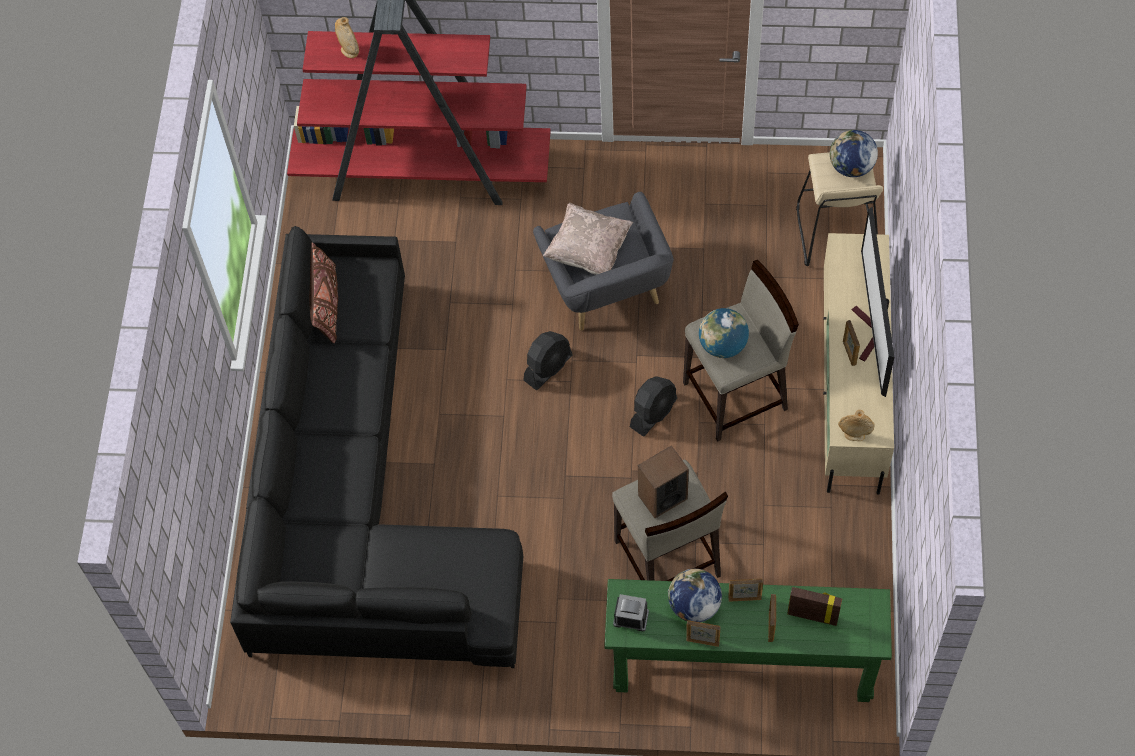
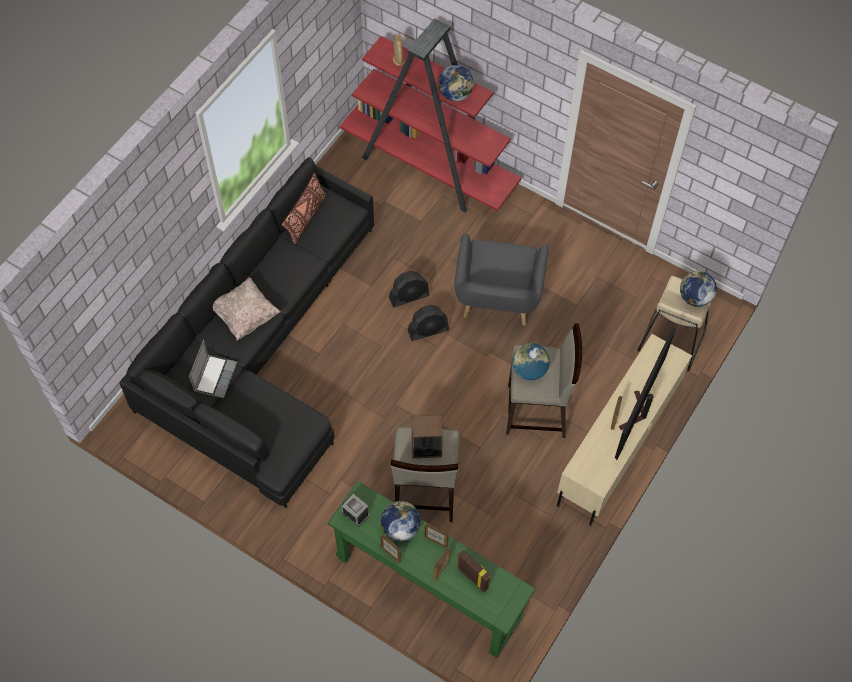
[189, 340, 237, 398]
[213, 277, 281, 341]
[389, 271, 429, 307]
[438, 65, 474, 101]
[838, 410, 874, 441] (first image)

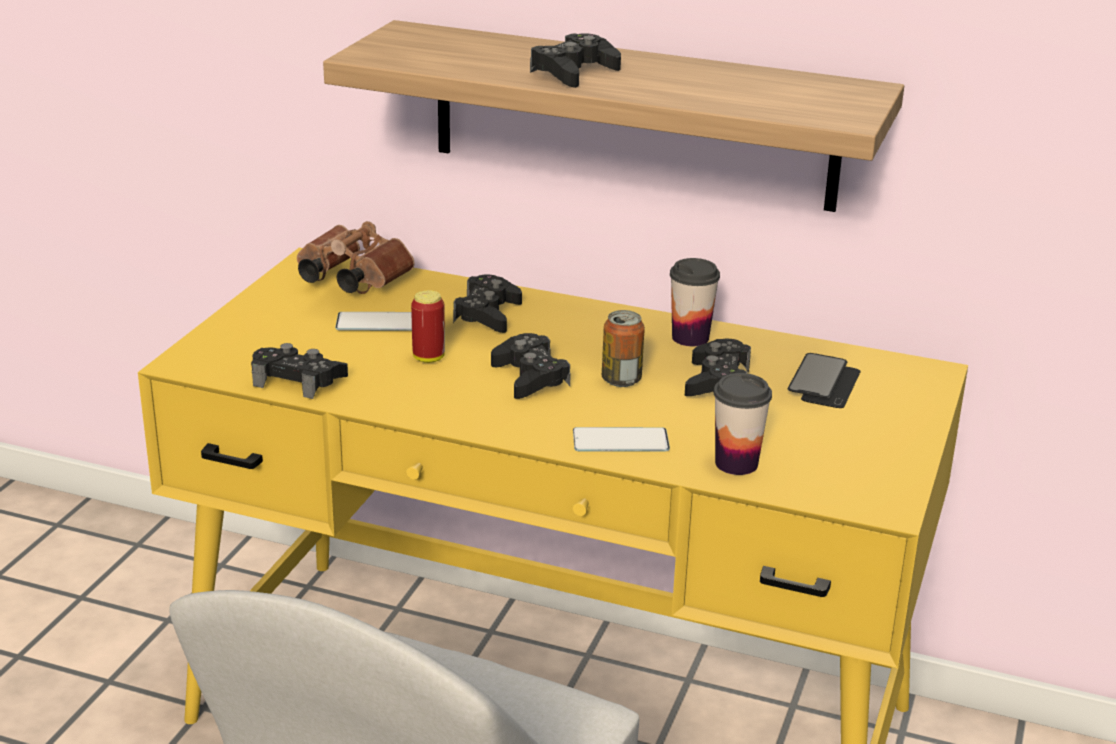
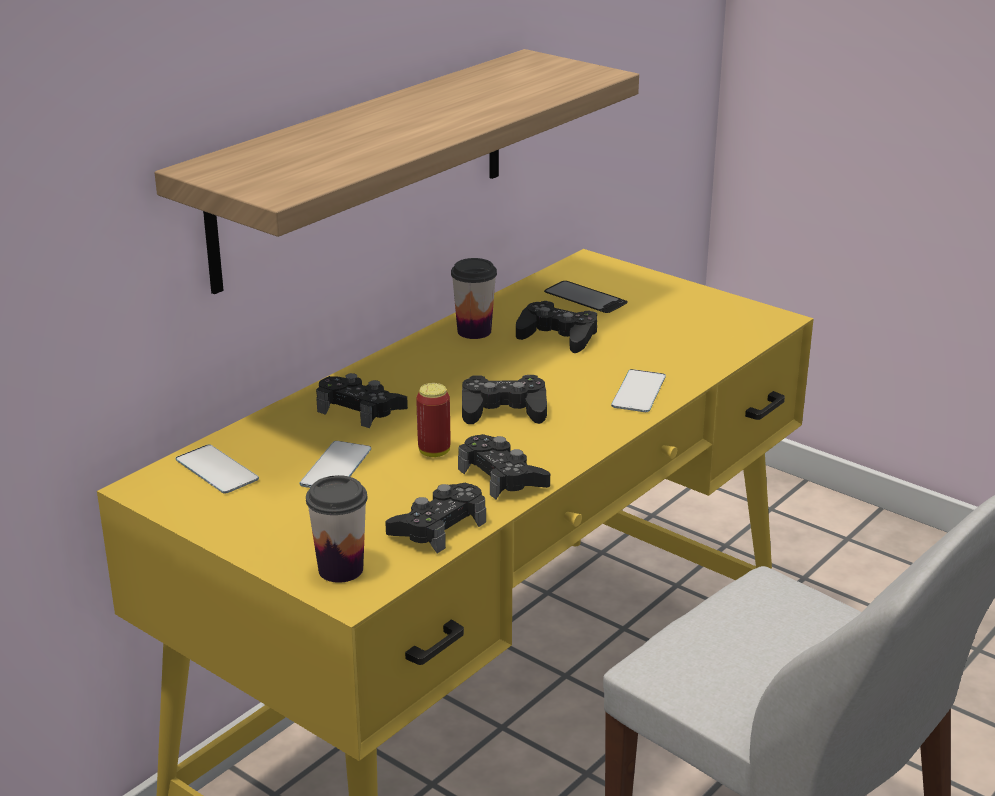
[176, 445, 259, 494]
[306, 475, 367, 583]
[458, 434, 550, 499]
[602, 310, 645, 387] (first image)

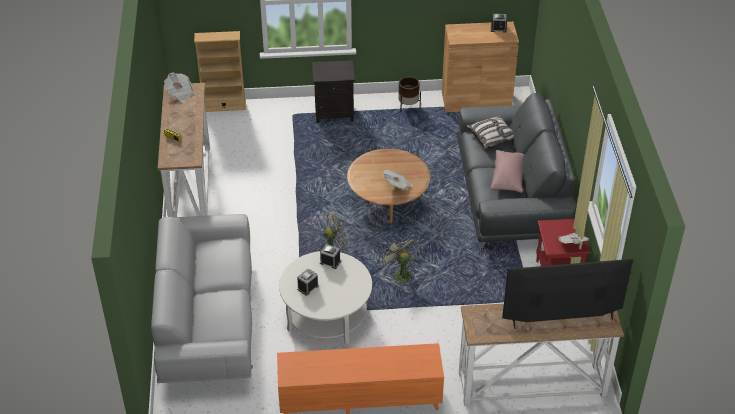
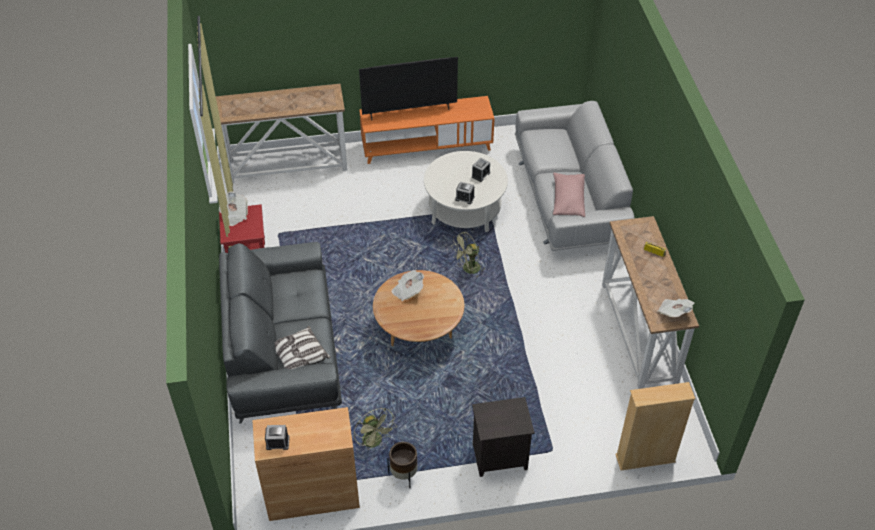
[354, 408, 397, 450]
[359, 57, 458, 120]
[553, 173, 585, 217]

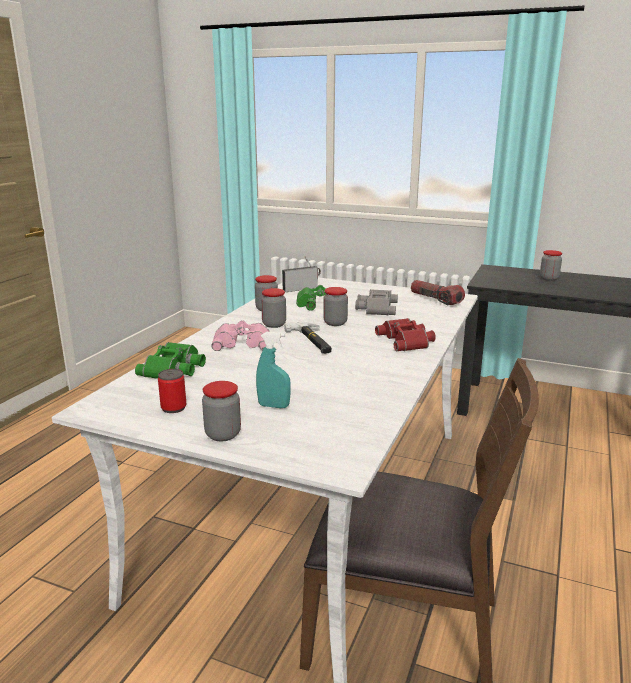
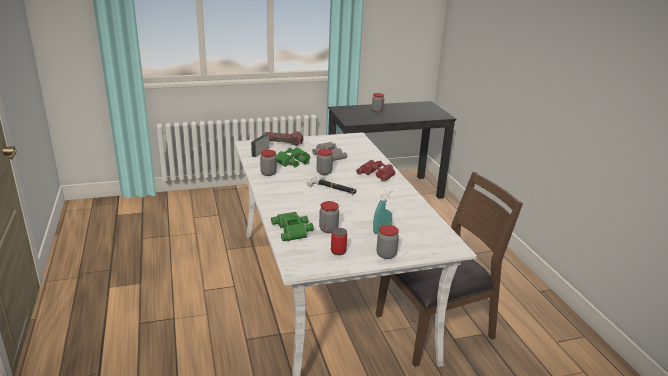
[265, 131, 303, 146]
[319, 201, 339, 233]
[212, 320, 270, 351] (first image)

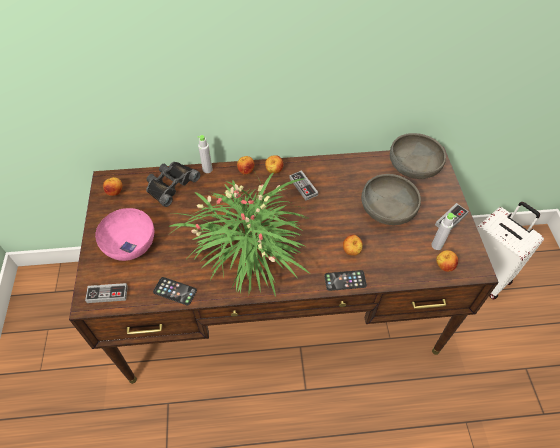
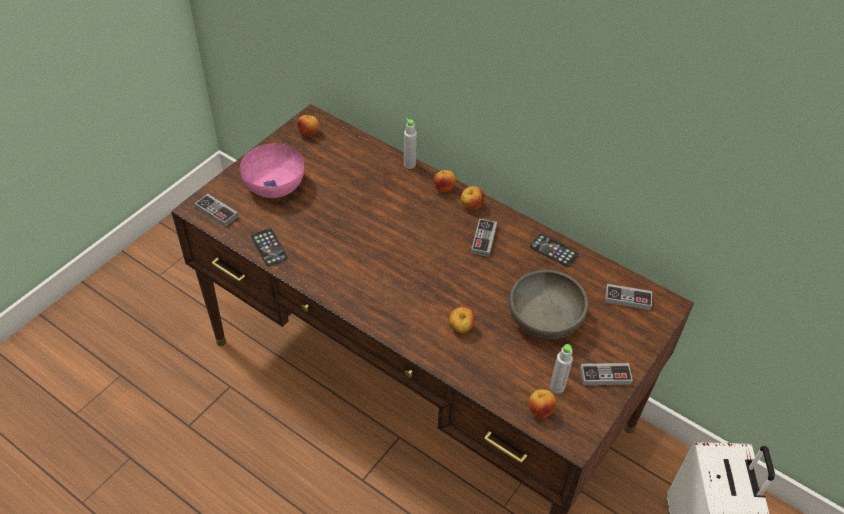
[530, 234, 579, 267]
[605, 284, 652, 310]
[146, 162, 200, 207] (first image)
[168, 170, 310, 297] (first image)

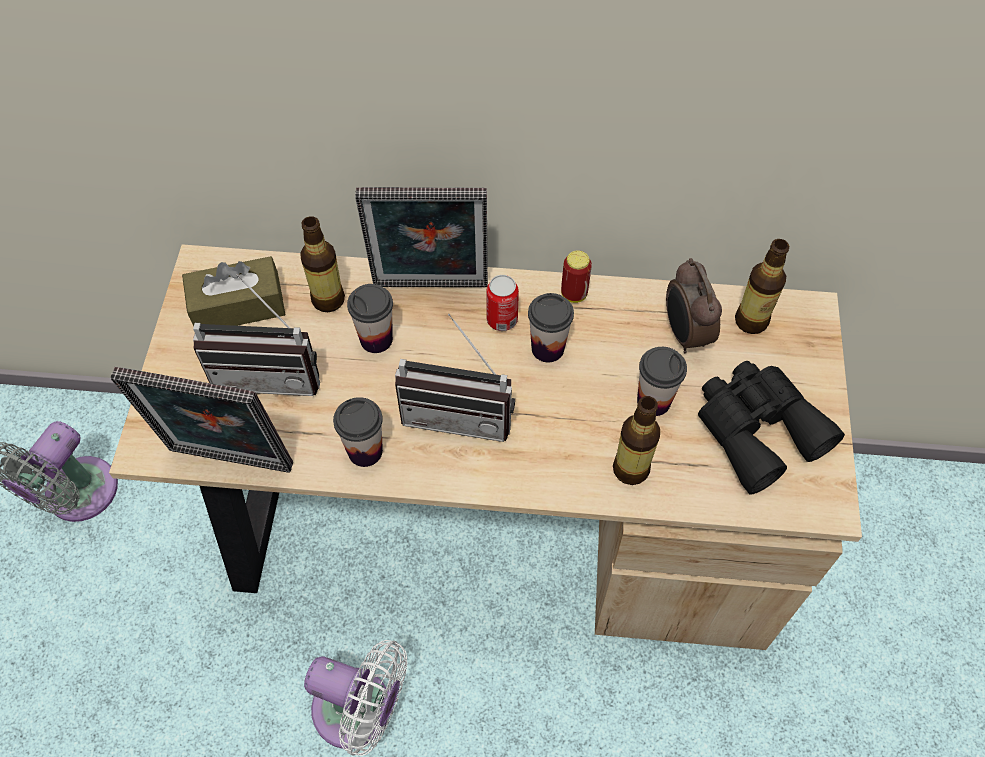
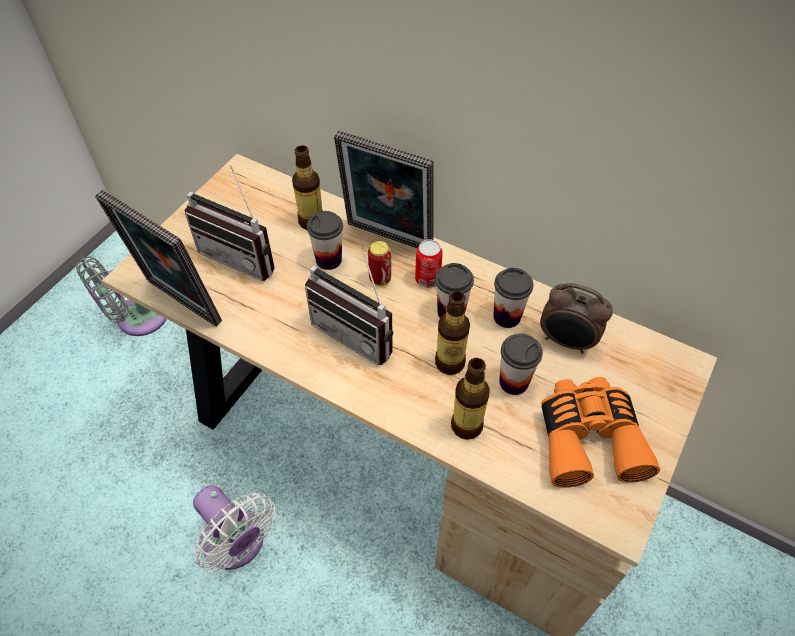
[368, 241, 391, 286]
[435, 291, 470, 375]
[493, 268, 533, 328]
[540, 283, 613, 354]
[541, 377, 660, 488]
[182, 256, 286, 326] (first image)

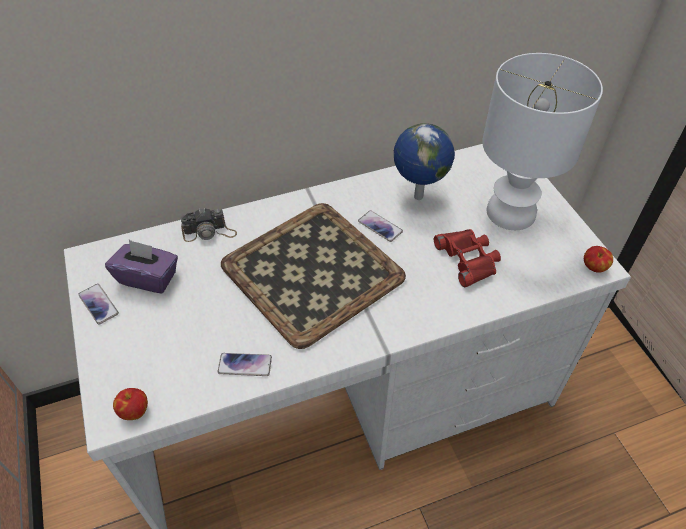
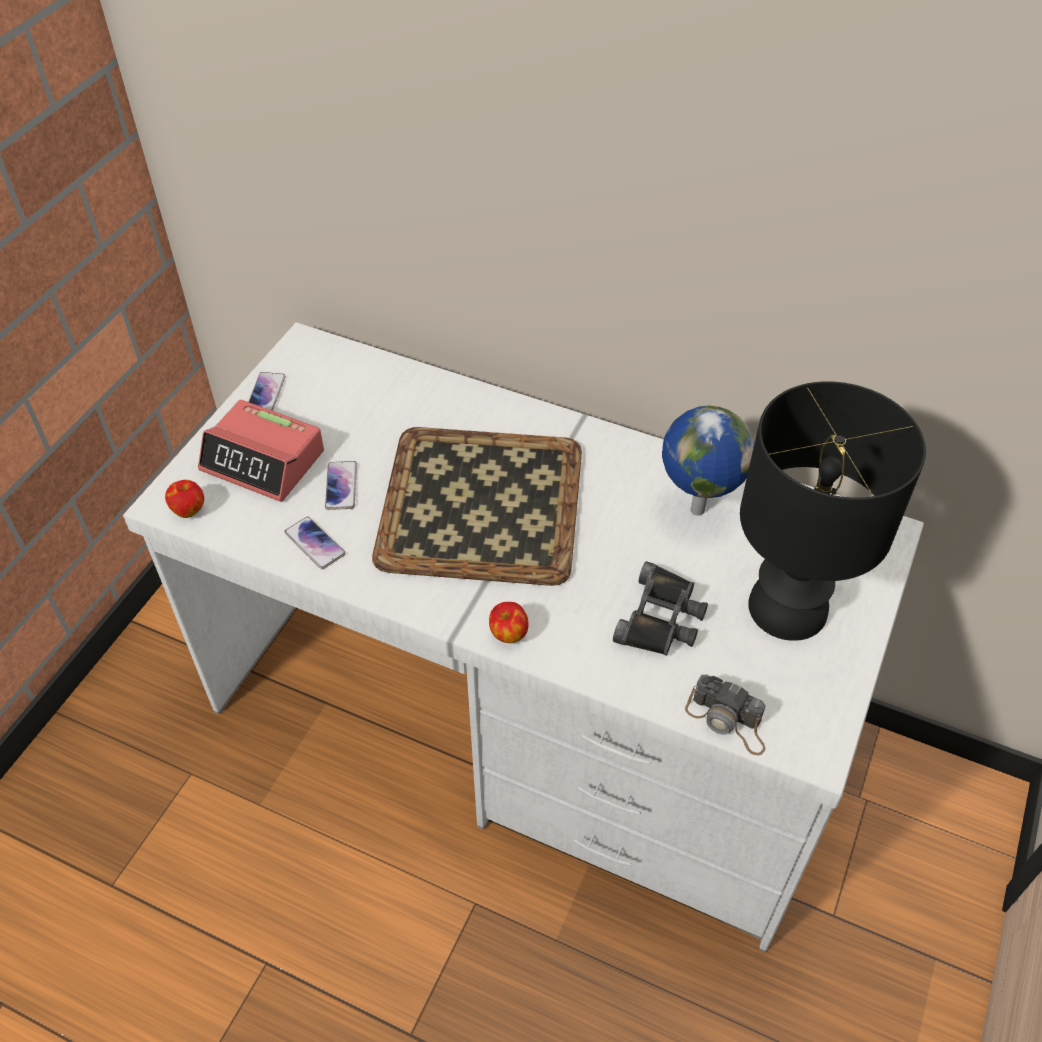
[198, 400, 324, 502]
[325, 461, 357, 510]
[489, 602, 528, 643]
[613, 561, 708, 656]
[685, 675, 766, 756]
[740, 381, 926, 641]
[105, 240, 178, 293] (first image)

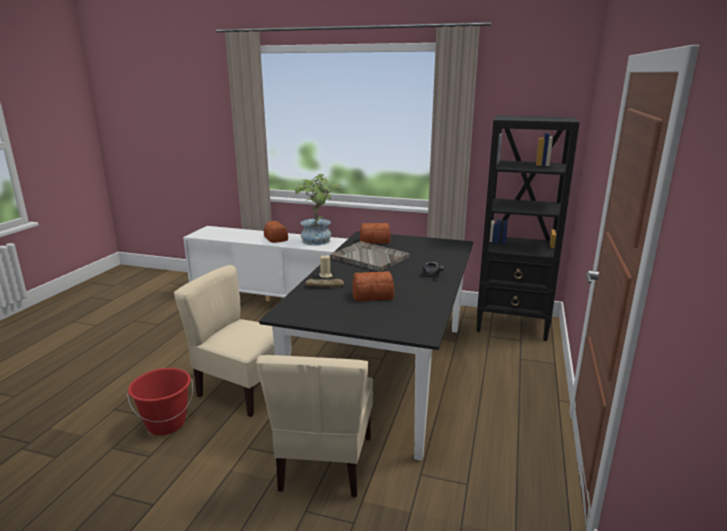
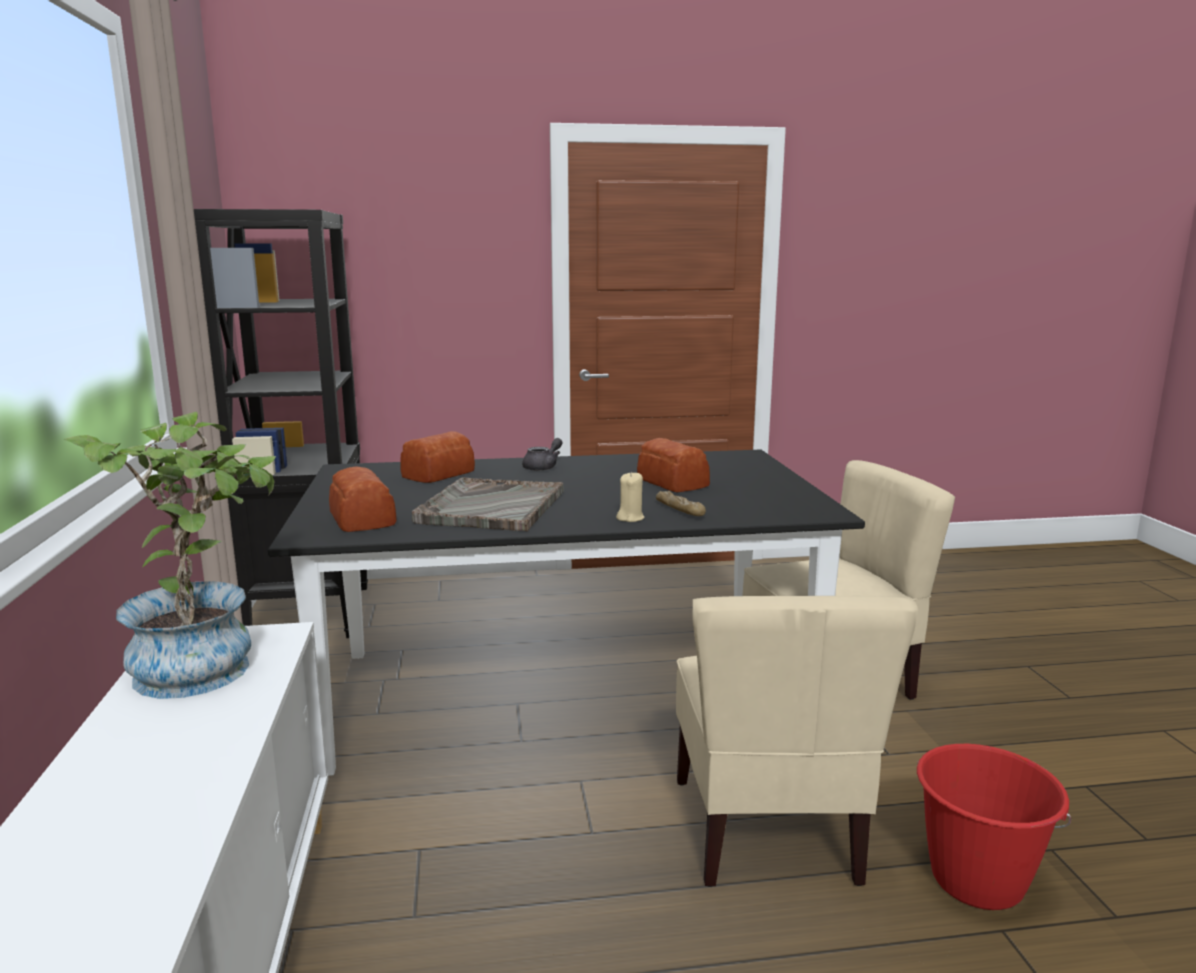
[400, 431, 475, 483]

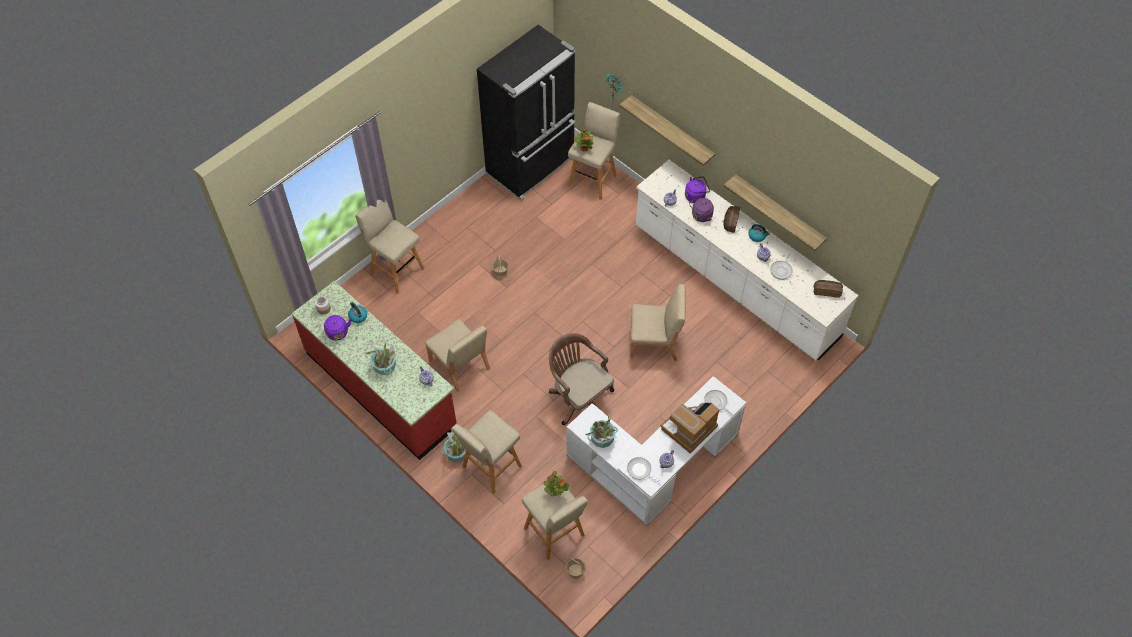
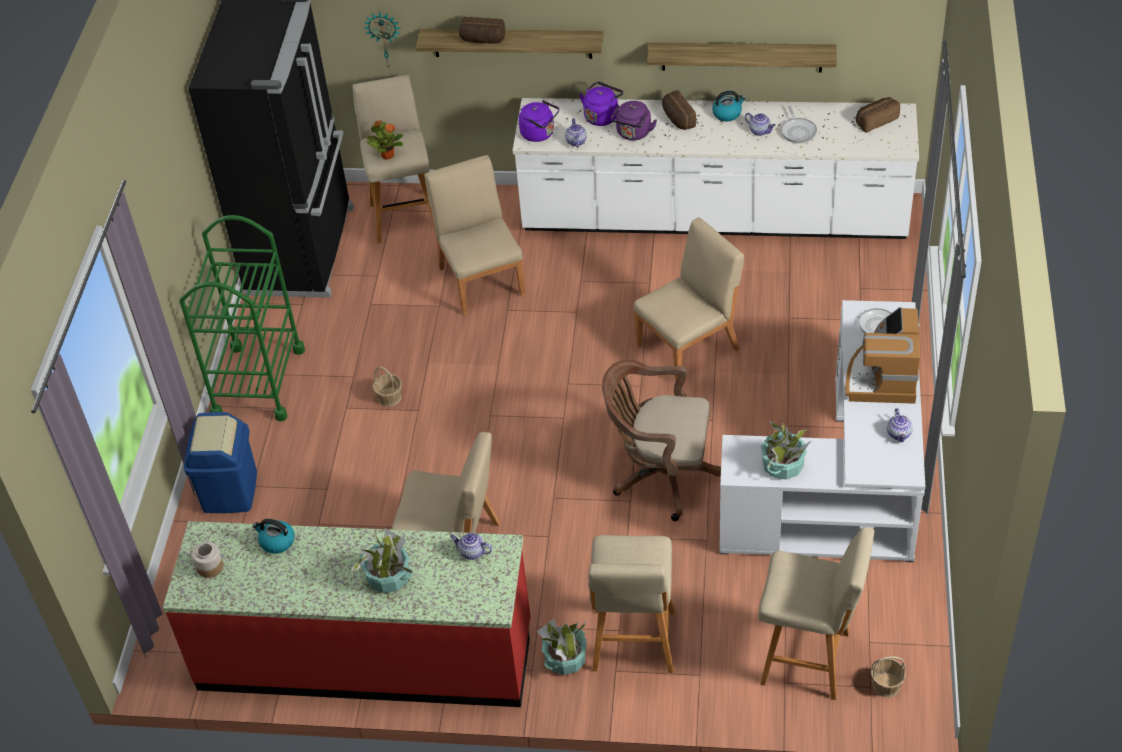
[180, 215, 305, 421]
[184, 412, 257, 513]
[425, 155, 525, 315]
[459, 17, 505, 44]
[519, 100, 559, 142]
[543, 471, 570, 496] (first image)
[627, 457, 660, 482] (first image)

